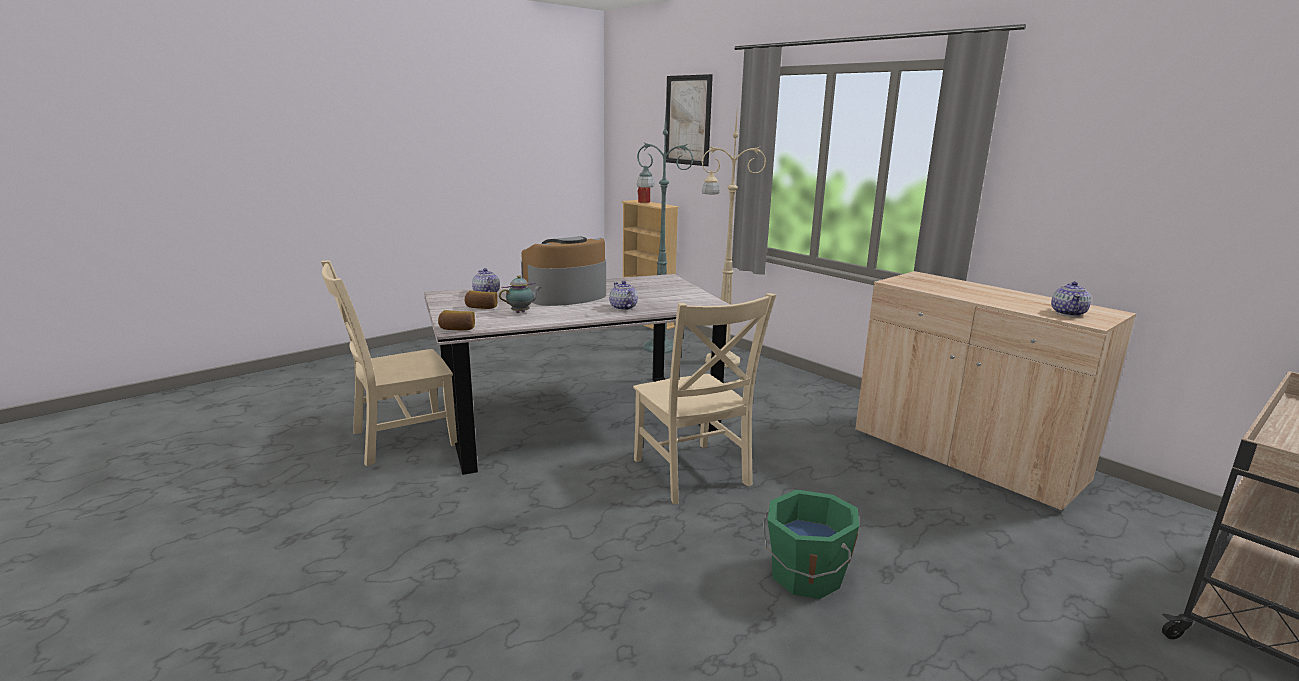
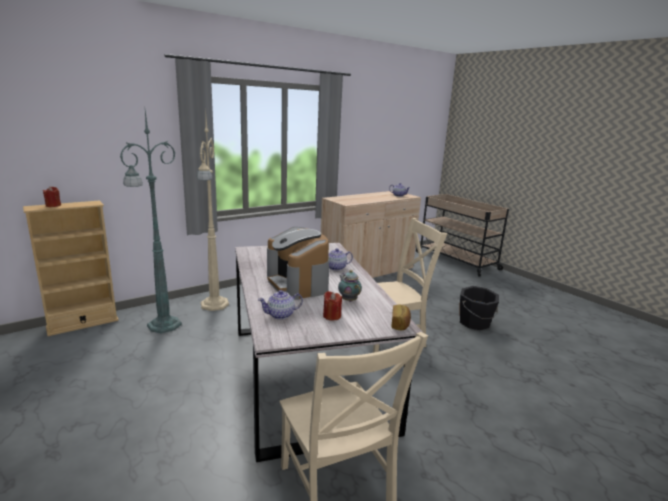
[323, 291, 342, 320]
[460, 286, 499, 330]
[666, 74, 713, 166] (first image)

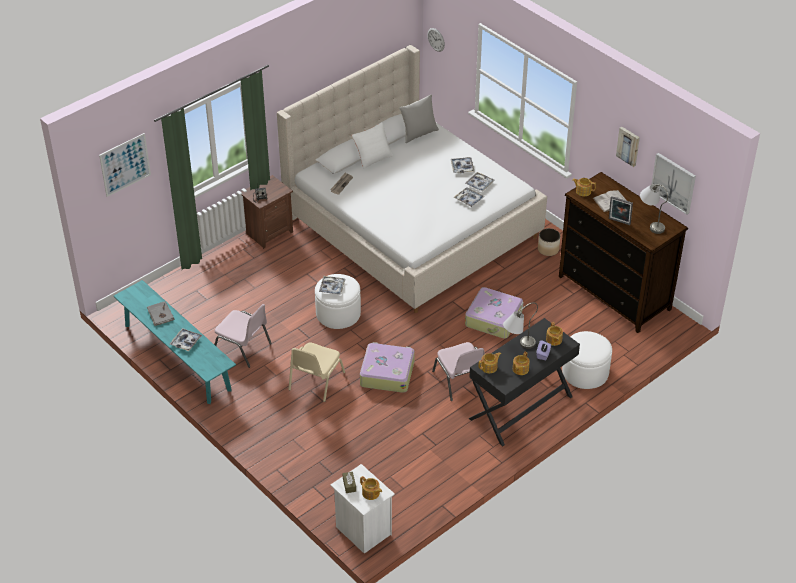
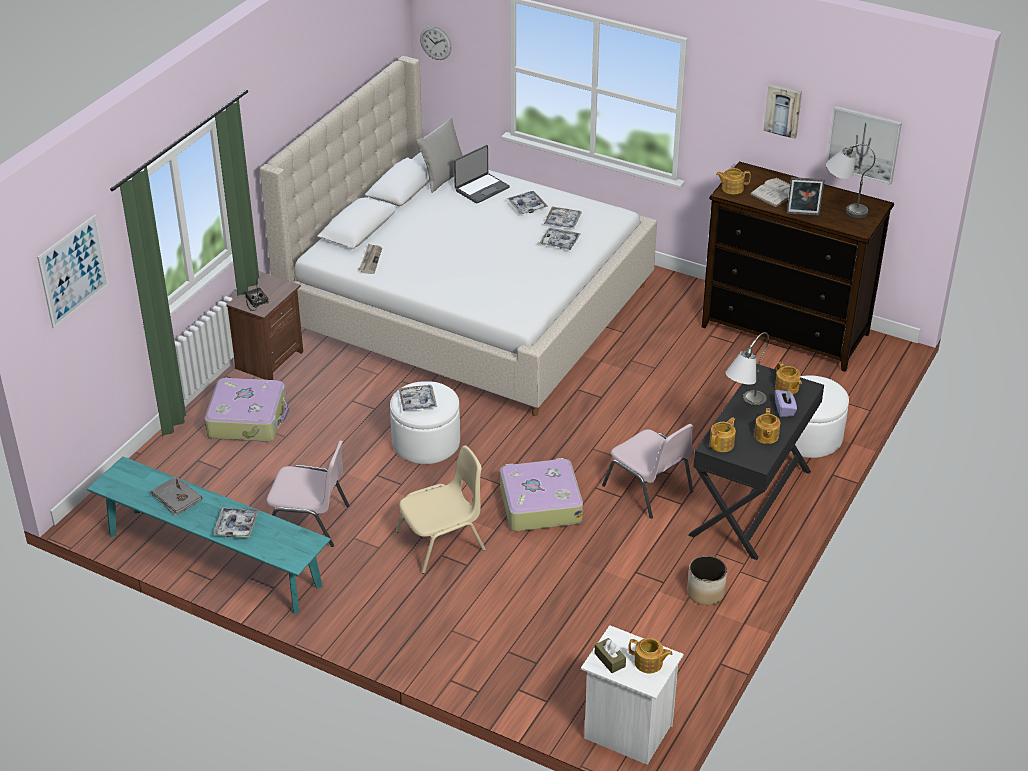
[205, 378, 290, 442]
[395, 446, 485, 573]
[454, 145, 510, 204]
[687, 556, 727, 605]
[352, 122, 394, 168] (first image)

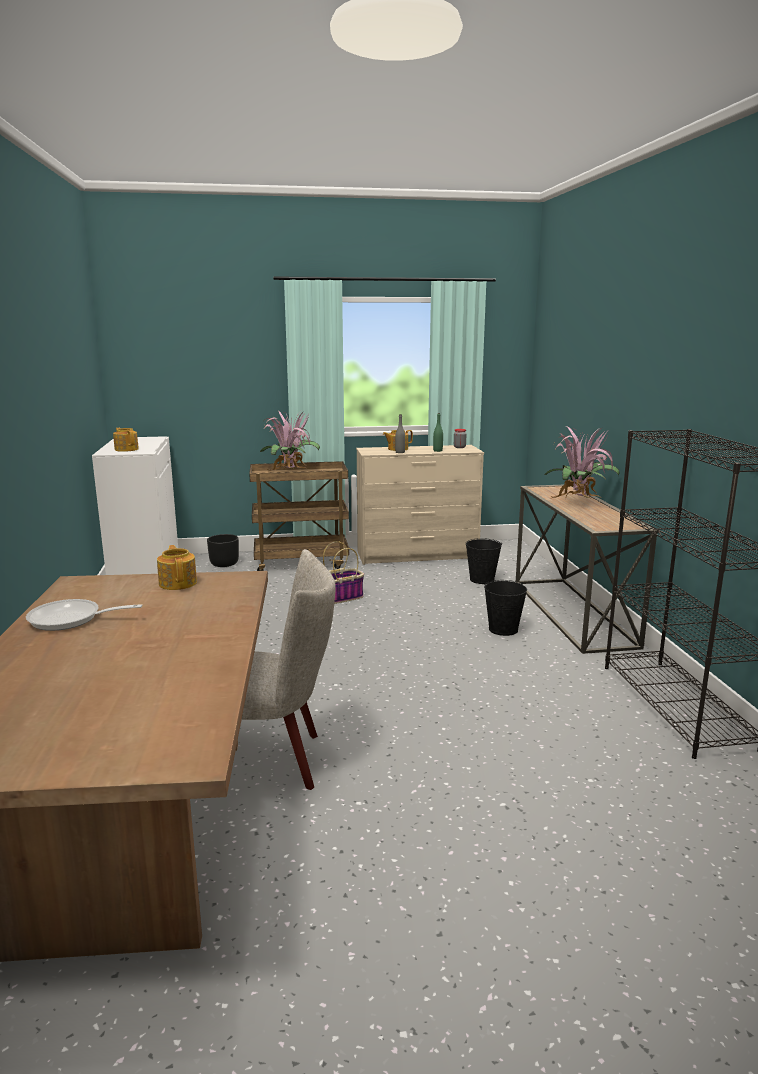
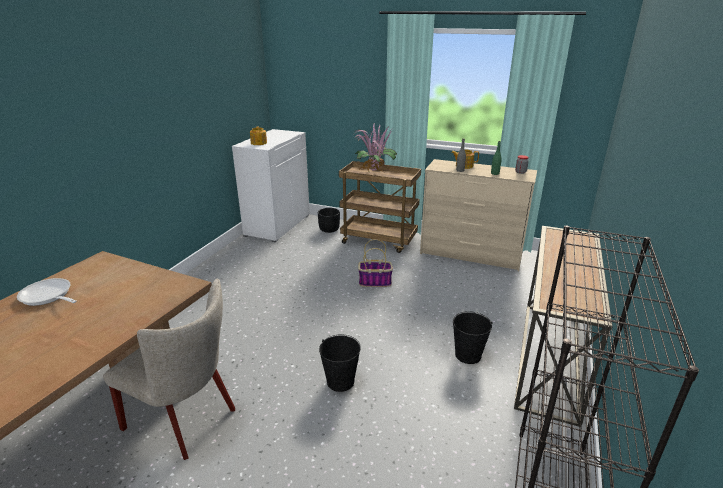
[319, 334, 361, 392]
[157, 545, 197, 590] (first image)
[544, 426, 620, 499] (first image)

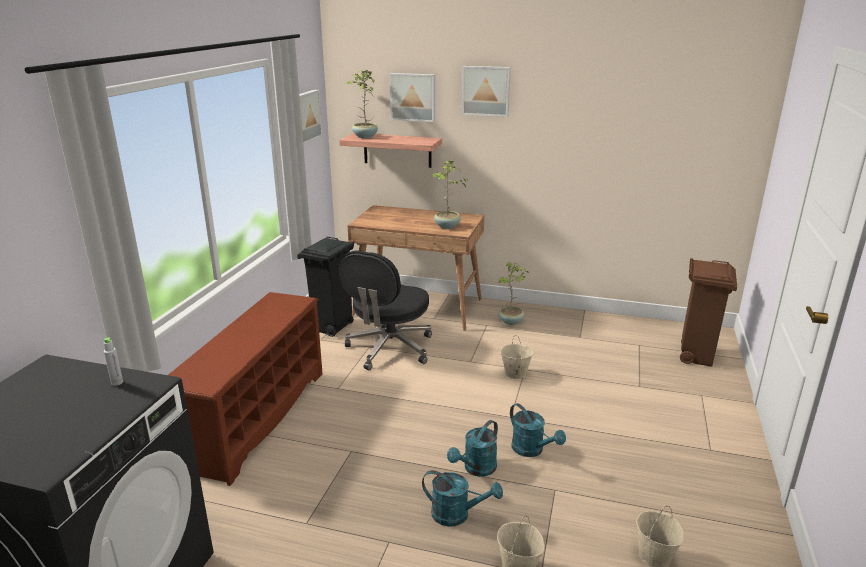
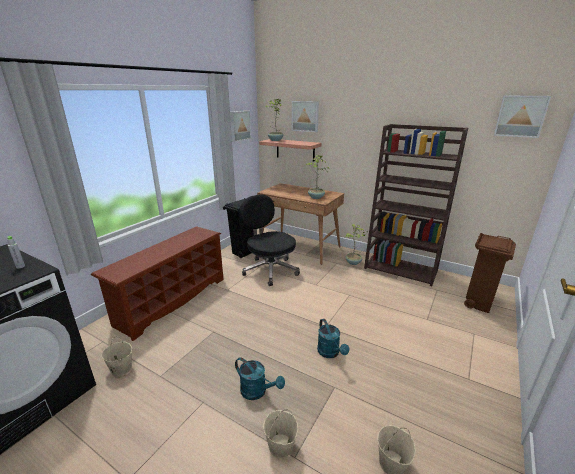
[101, 337, 132, 376]
[240, 194, 300, 286]
[364, 124, 468, 286]
[494, 96, 551, 138]
[447, 420, 498, 477] (first image)

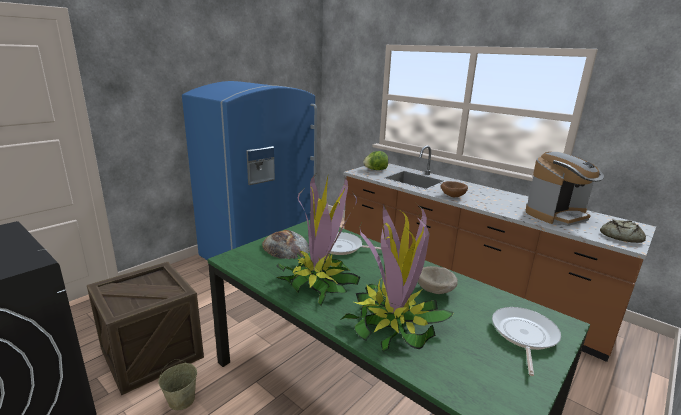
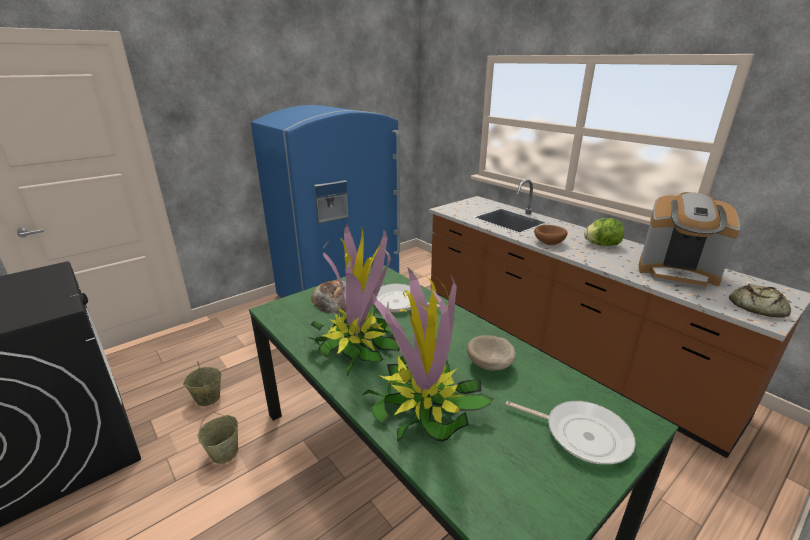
[183, 361, 221, 407]
[506, 401, 636, 464]
[584, 218, 624, 246]
[639, 192, 740, 289]

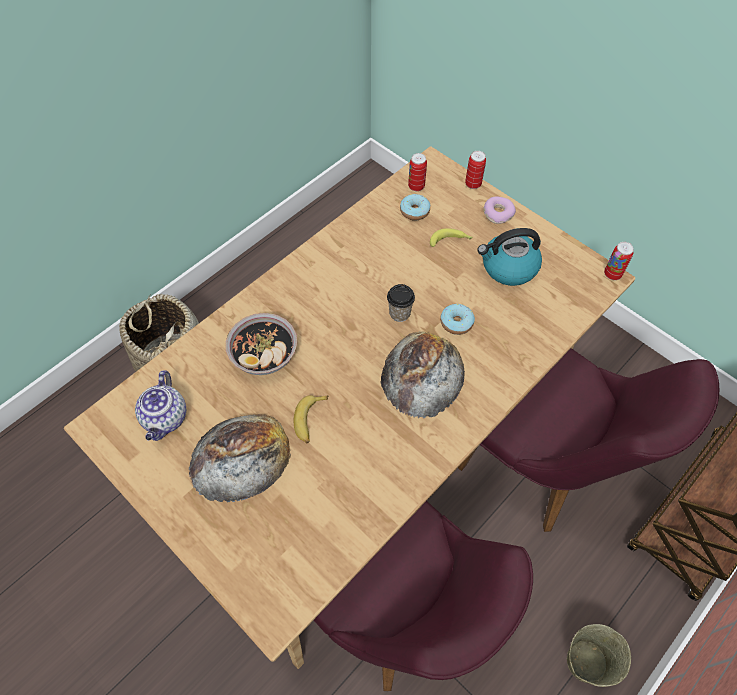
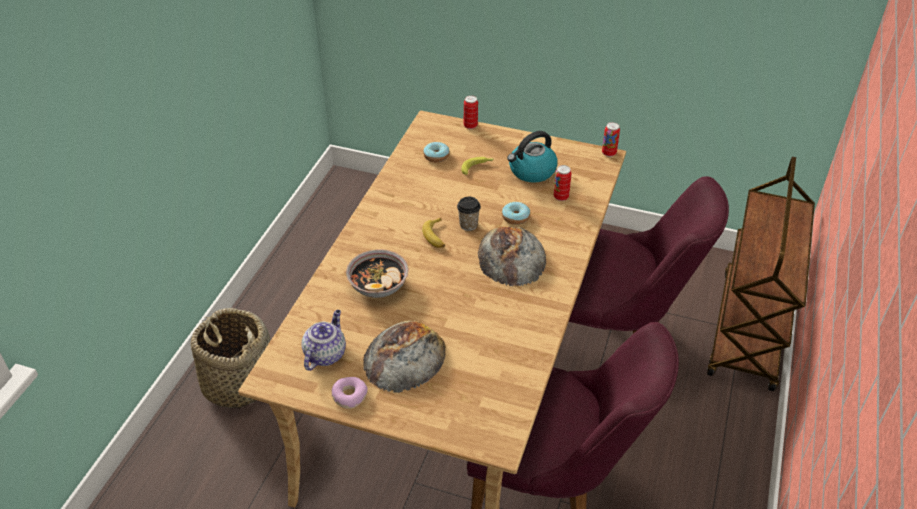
[302, 310, 346, 371]
[332, 377, 368, 409]
[422, 217, 445, 248]
[554, 165, 572, 201]
[567, 624, 631, 687] (first image)

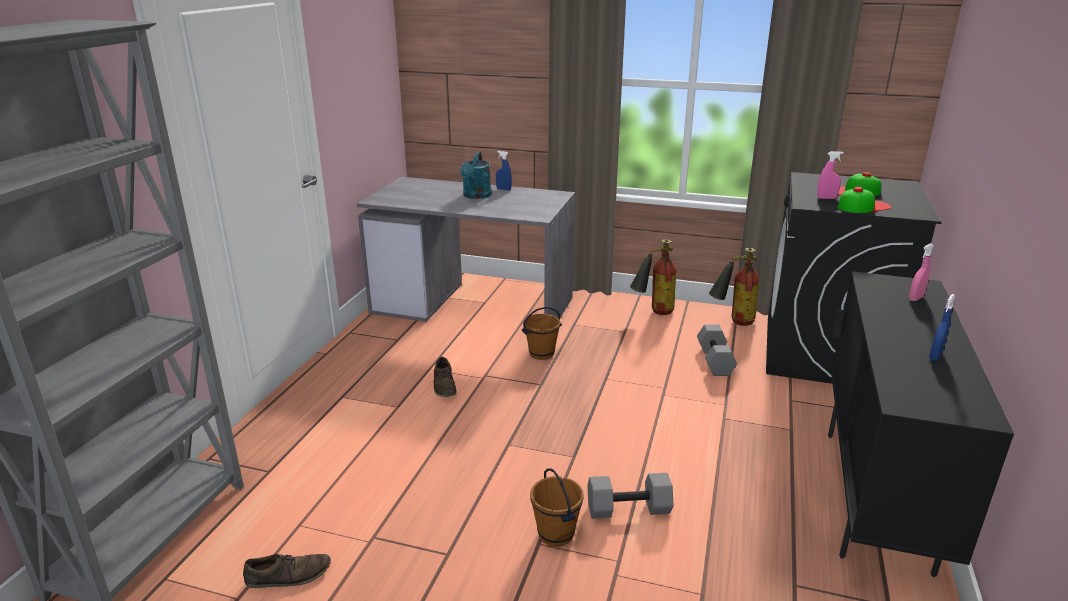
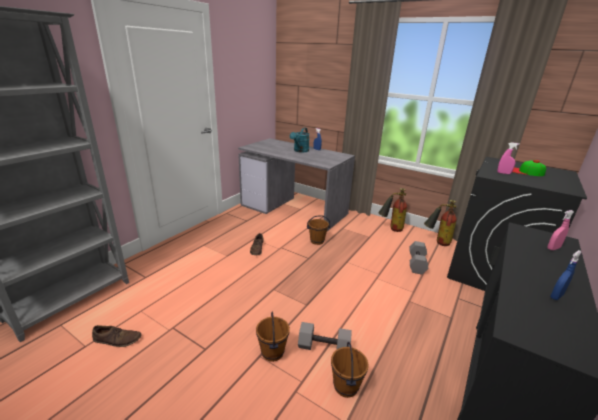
[331, 342, 368, 398]
[838, 187, 891, 213] (first image)

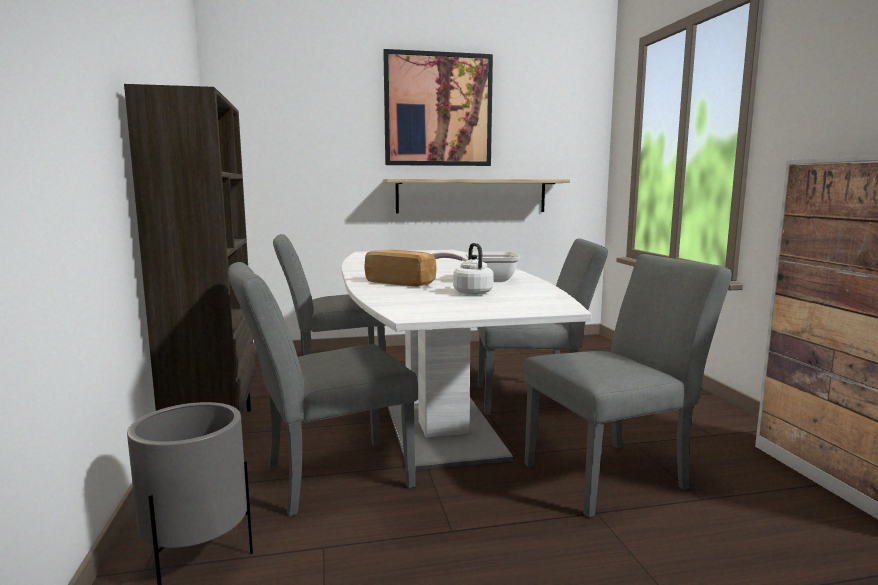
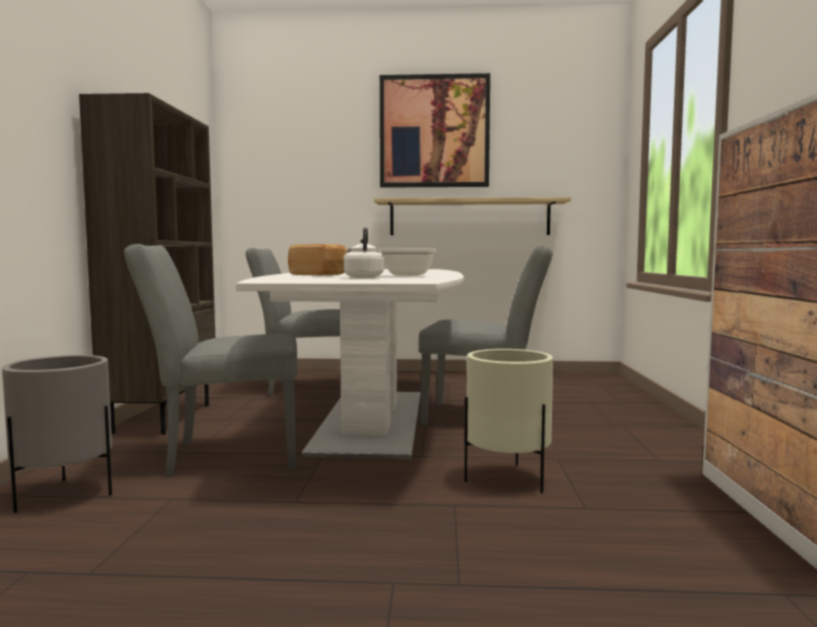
[464, 349, 553, 493]

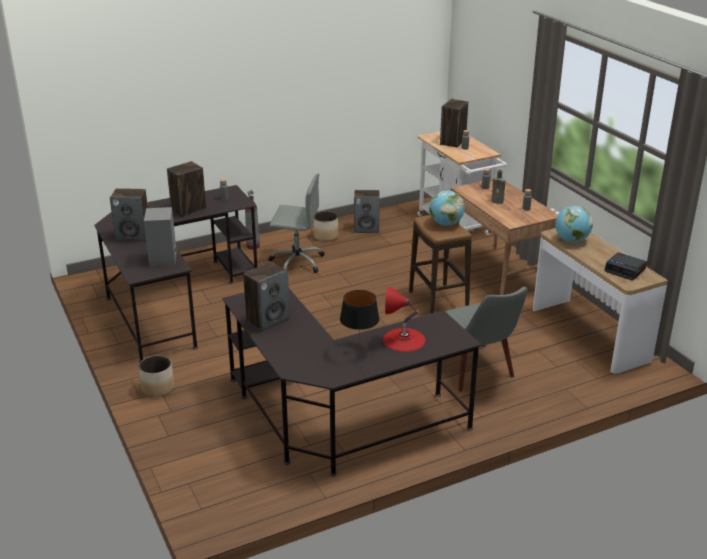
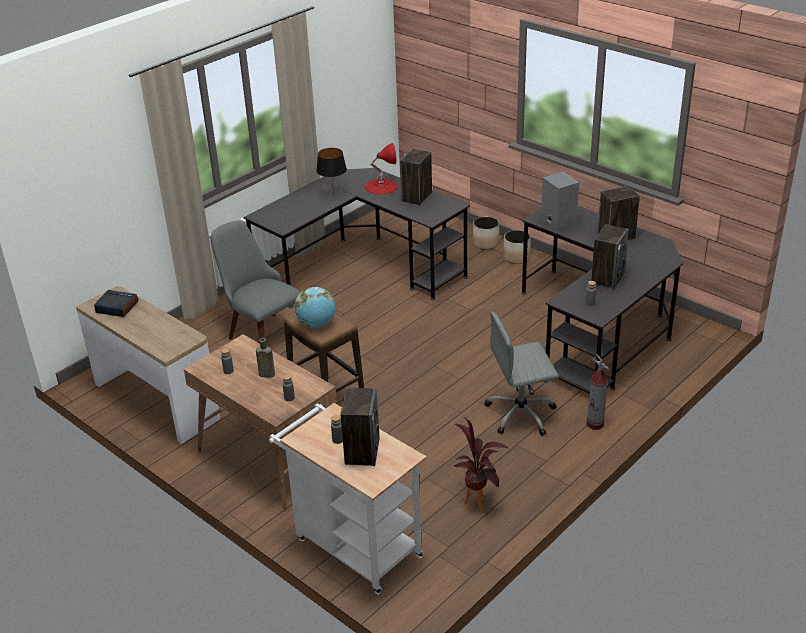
[365, 143, 398, 195]
[454, 418, 508, 513]
[473, 216, 499, 250]
[555, 206, 593, 243] (first image)

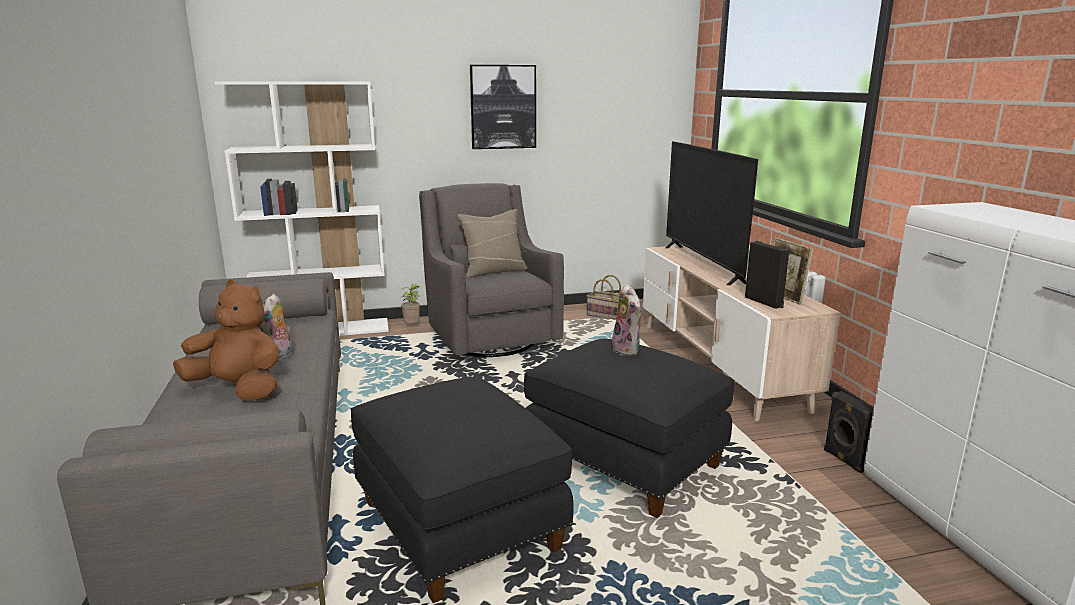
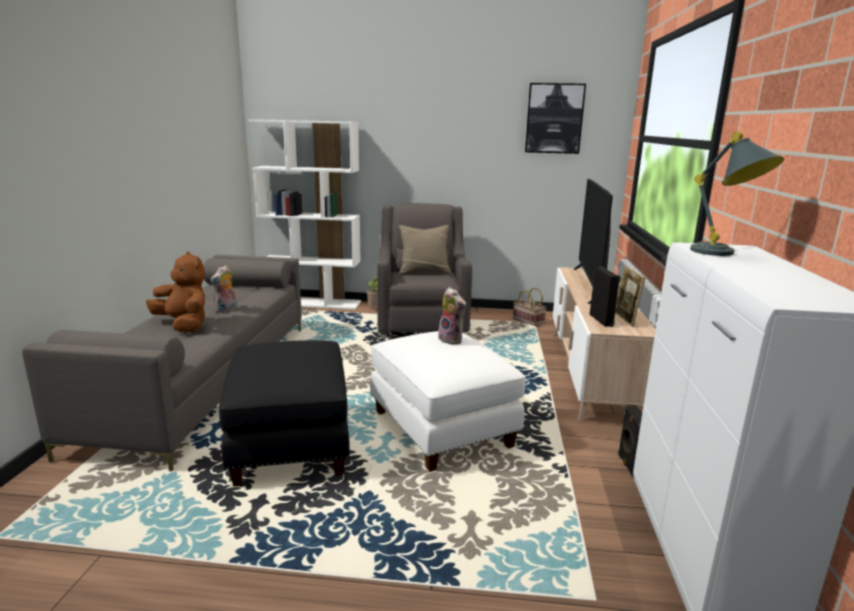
[370, 331, 526, 472]
[438, 287, 466, 345]
[525, 83, 586, 154]
[690, 131, 784, 256]

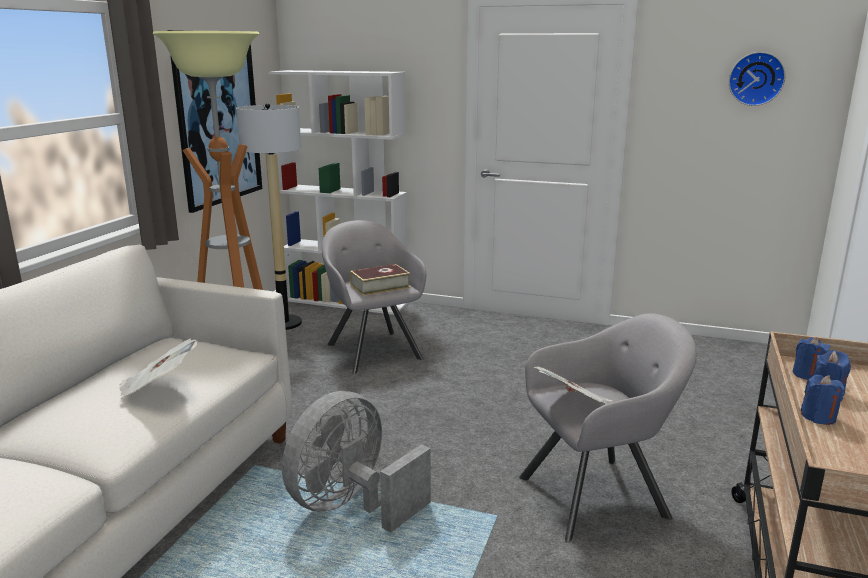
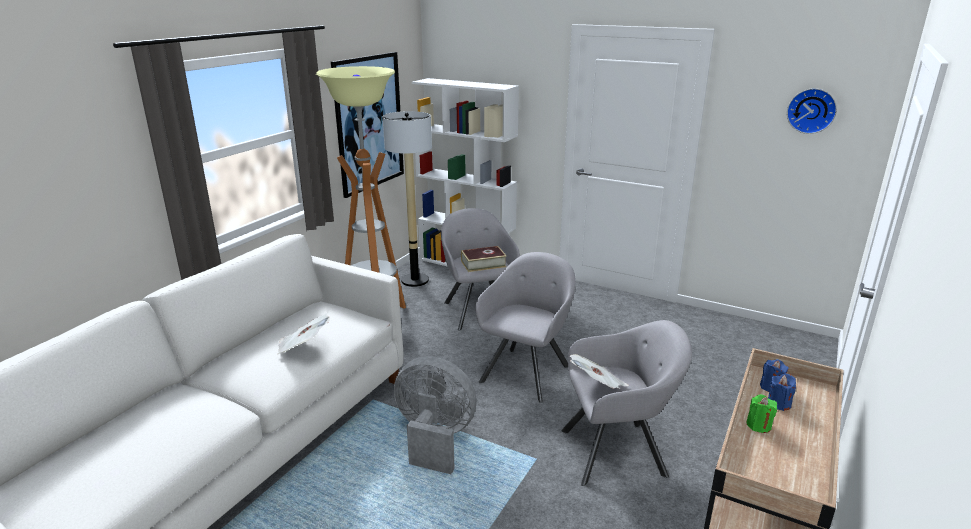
[394, 356, 477, 474]
[475, 252, 576, 403]
[746, 394, 777, 433]

